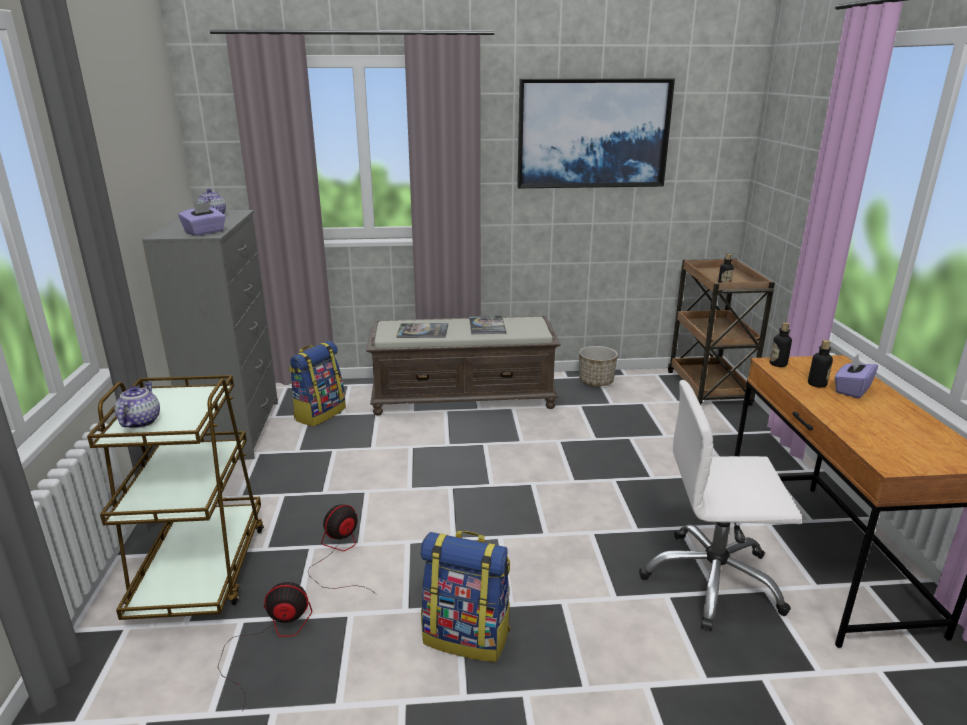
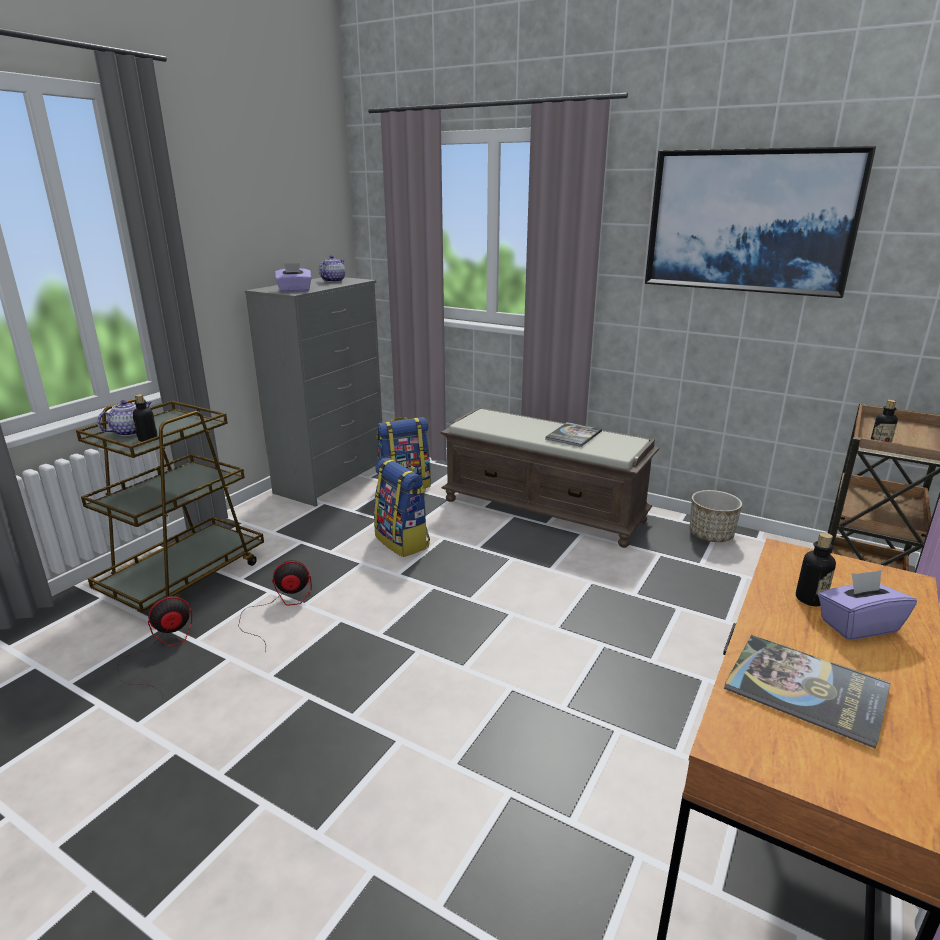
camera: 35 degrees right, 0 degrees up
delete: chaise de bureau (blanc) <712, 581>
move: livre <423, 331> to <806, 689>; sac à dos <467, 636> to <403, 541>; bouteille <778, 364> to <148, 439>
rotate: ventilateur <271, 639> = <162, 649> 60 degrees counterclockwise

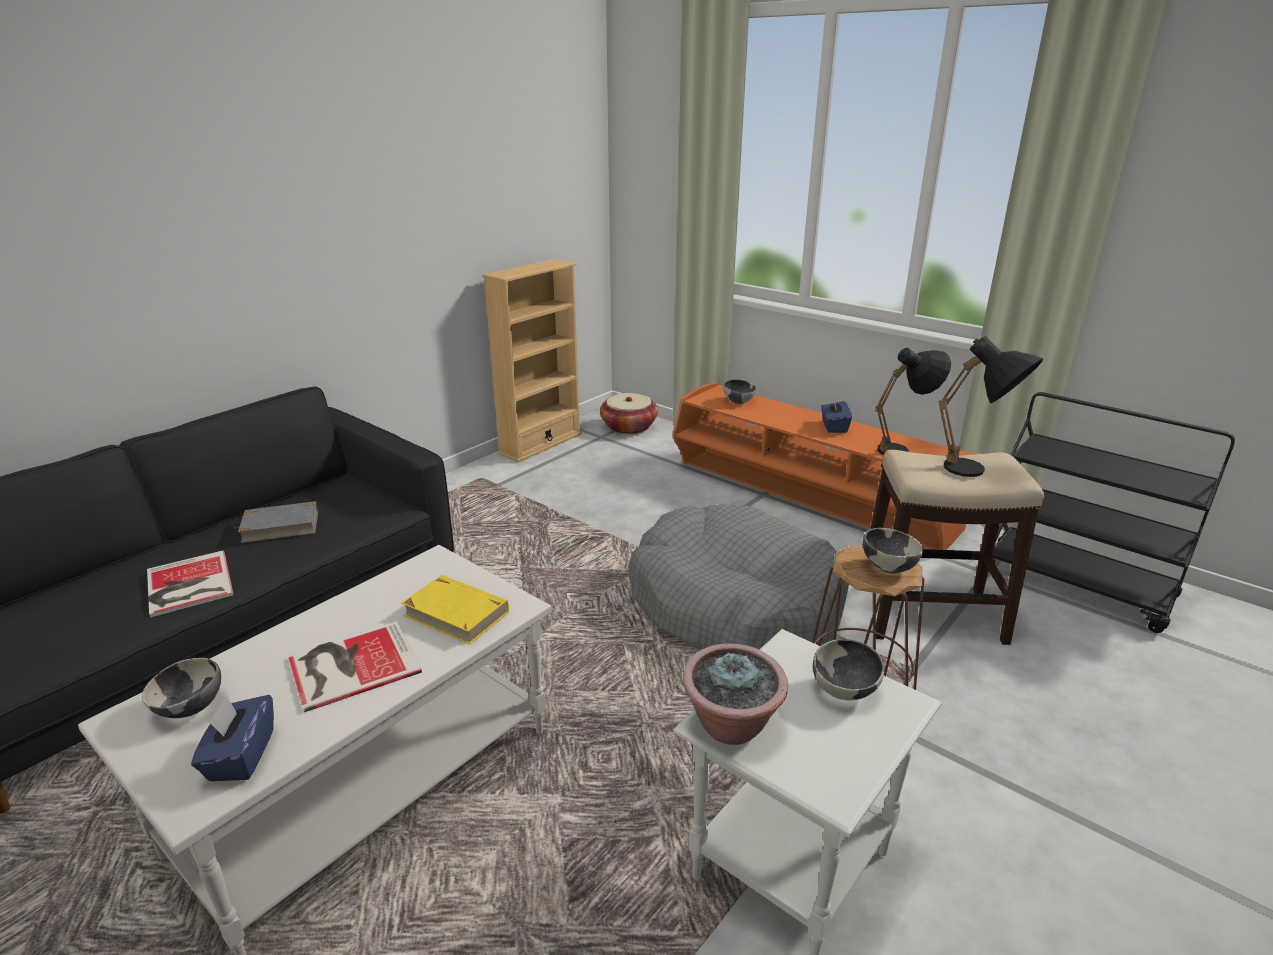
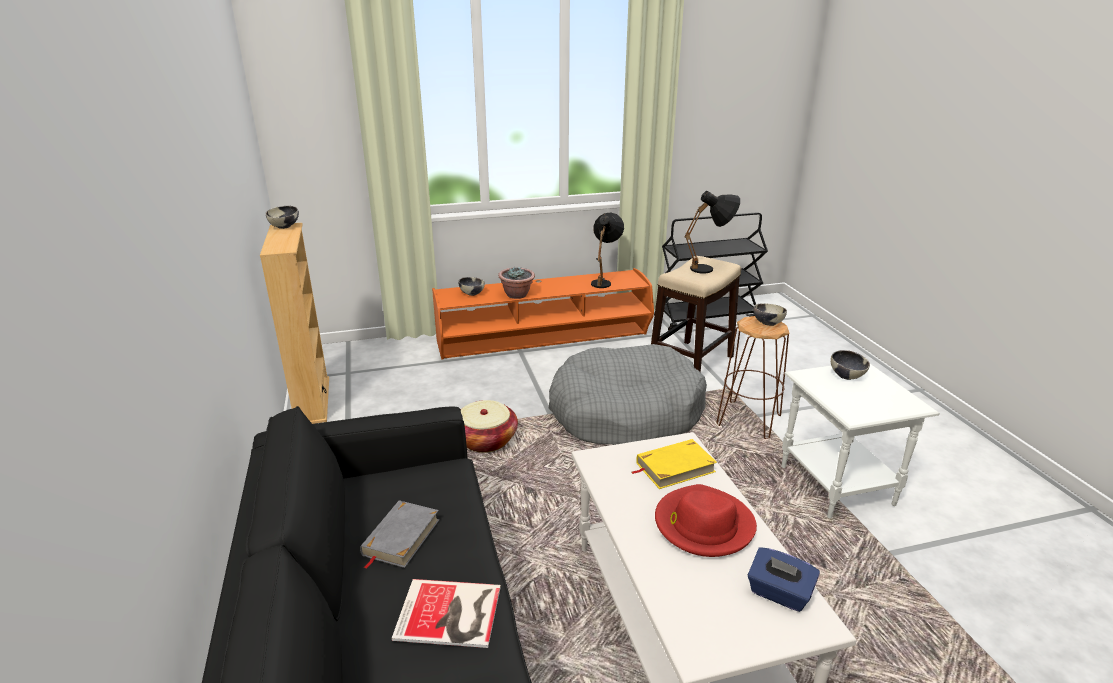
camera: 55 degrees left, 0 degrees up
delete: boîte à mouchoirs (bleu) <834, 427>
move: bol <191, 708> to <285, 227>; panier <628, 427> to <485, 440>; plante en pot <732, 726> to <517, 295>
replace: livre <350, 665> to chapeau (rouge) <703, 525>

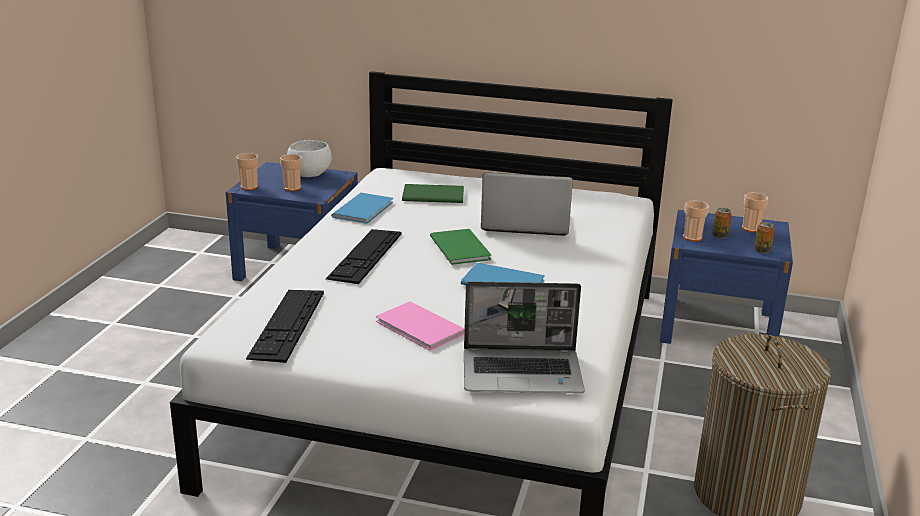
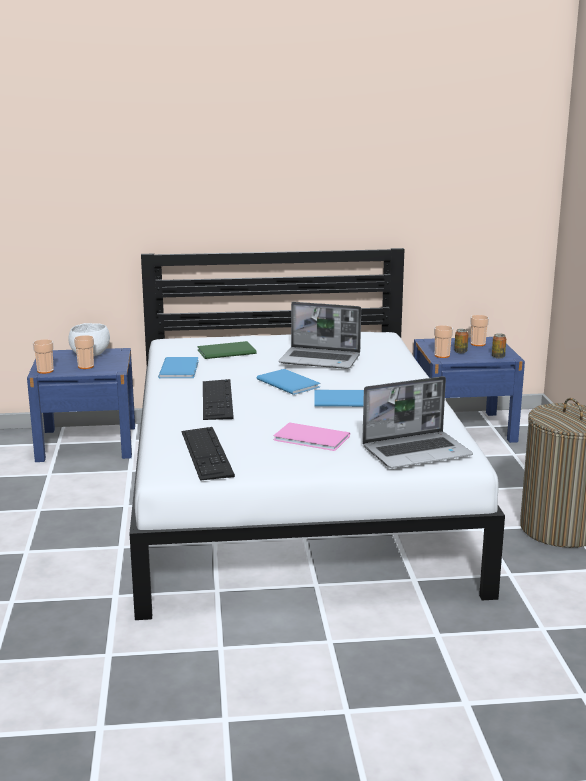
camera: 20 degrees left, 5 degrees down
recolor: livre (vert) <461, 247> to livre (bleu) <288, 382>
rotate: ordinateur portable <524, 223> = <321, 360> 150 degrees counterclockwise

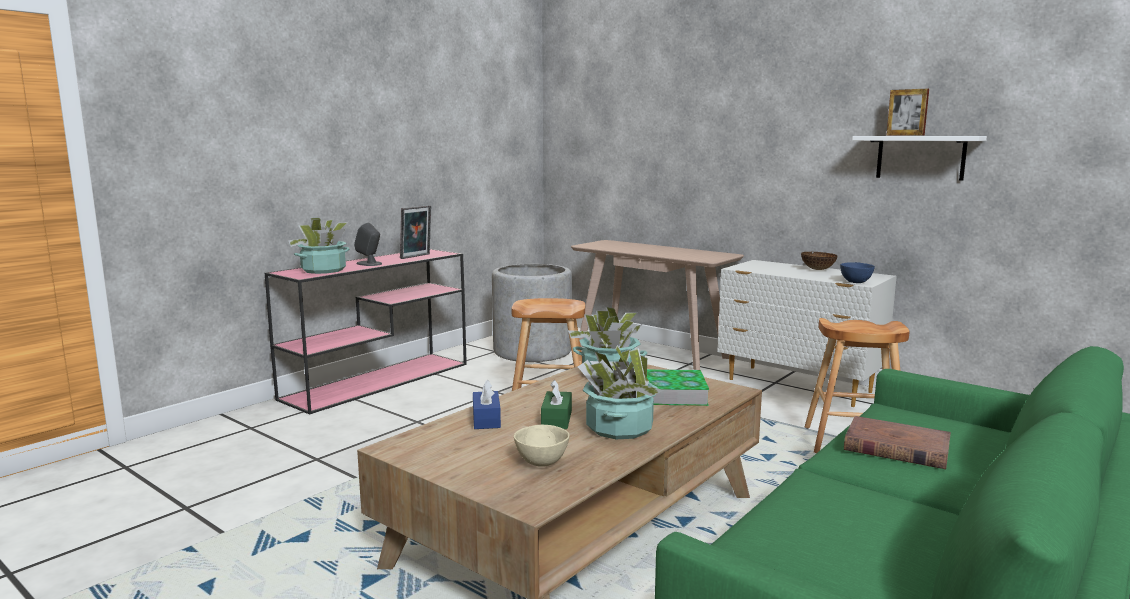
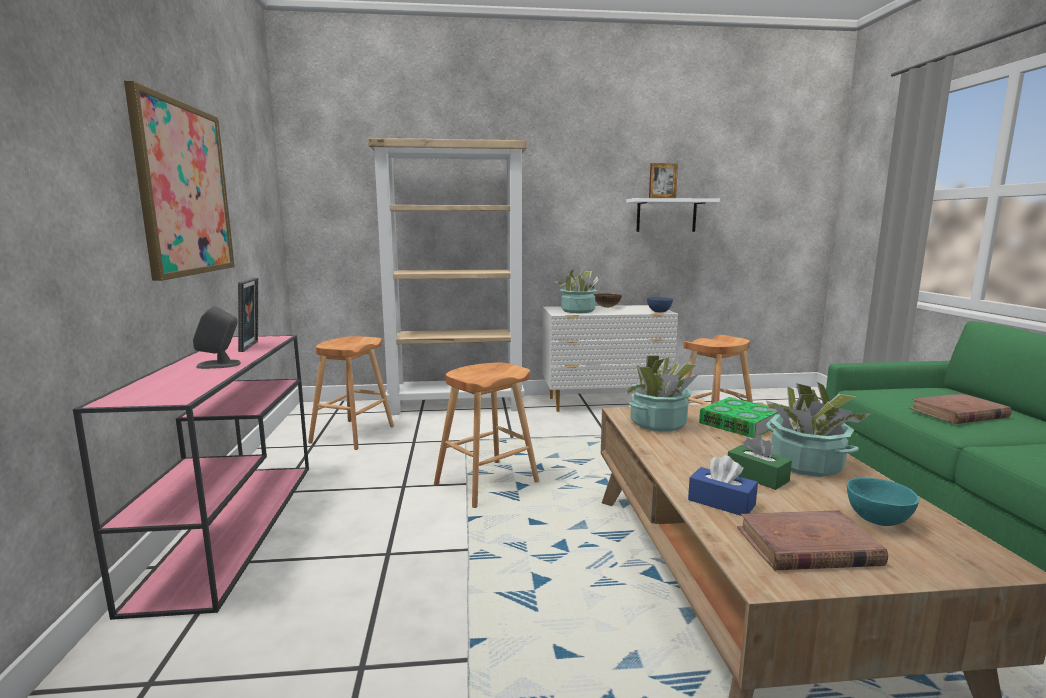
camera: 45 degrees left, 0 degrees up
insert: tableau <184, 190>; livre (marron) <807, 547>
move: plante en pot <323, 270> to <577, 311>
replace: cache-pot (gris) <532, 351> to tabouret (marron) <352, 434>; table console (beige) <651, 352> to bibliothèque (beige) <457, 405>
recolor: bol (beige) <541, 463> to bol (turquoise) <878, 521>

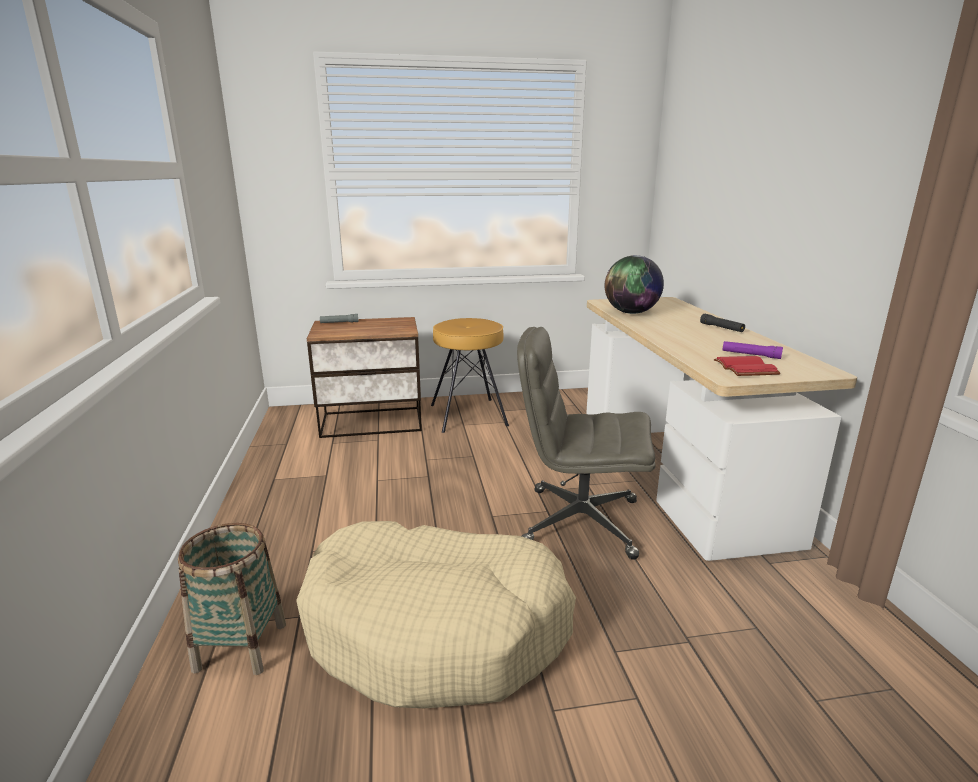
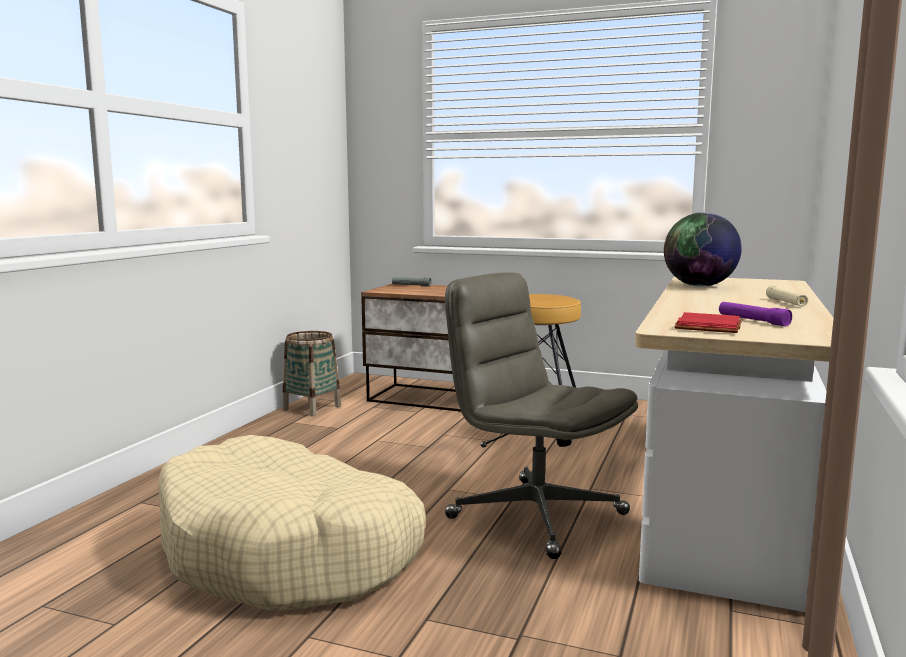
camera: 30 degrees right, 10 degrees down
move: panier <241, 646> to <312, 408>
recolor: lampe de poche (noir) <721, 328> to lampe de poche (beige) <786, 303>

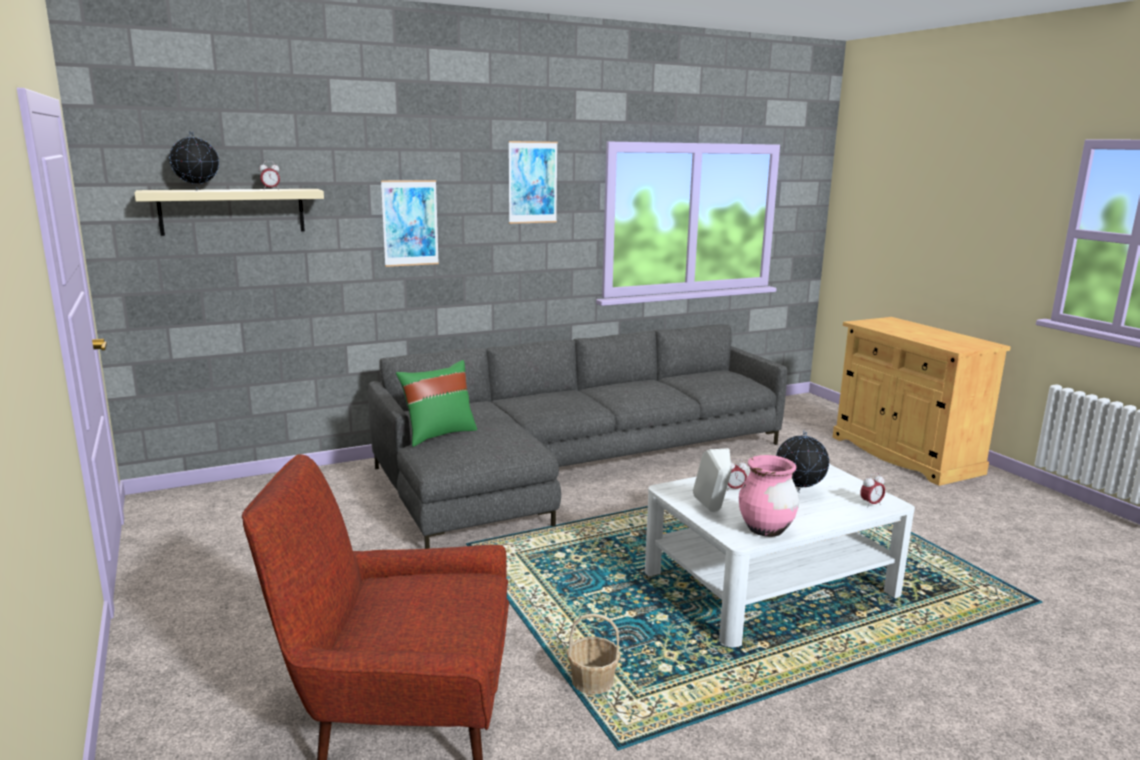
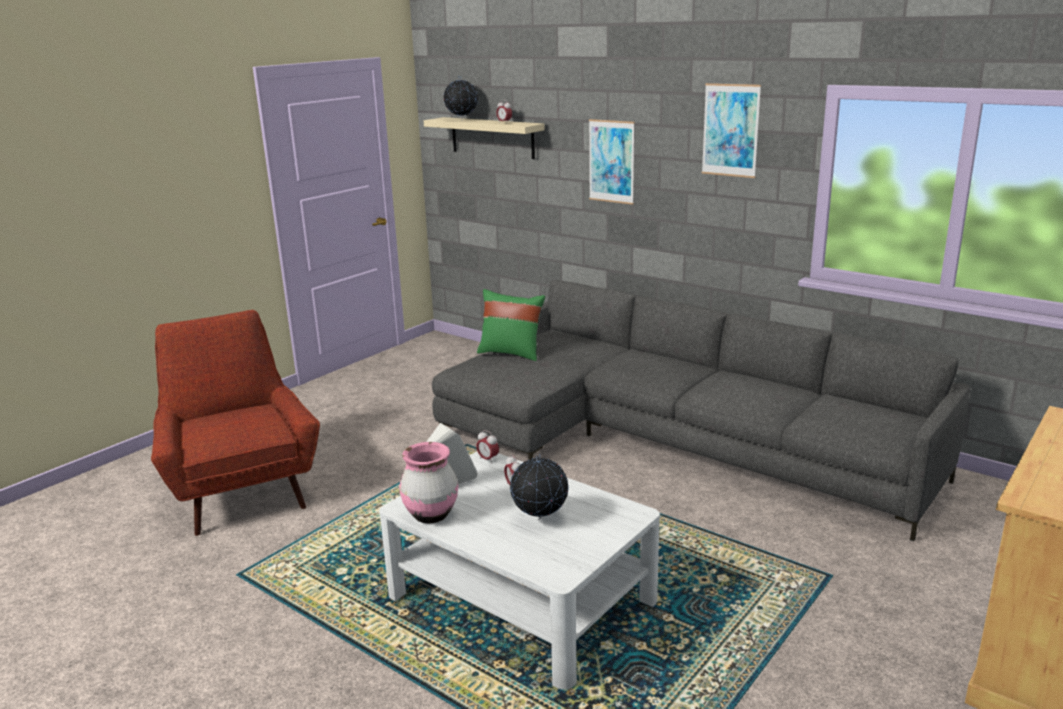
camera: 65 degrees right, 5 degrees up
delete: panier <592, 682>
move: réveil <871, 504> to <488, 459>

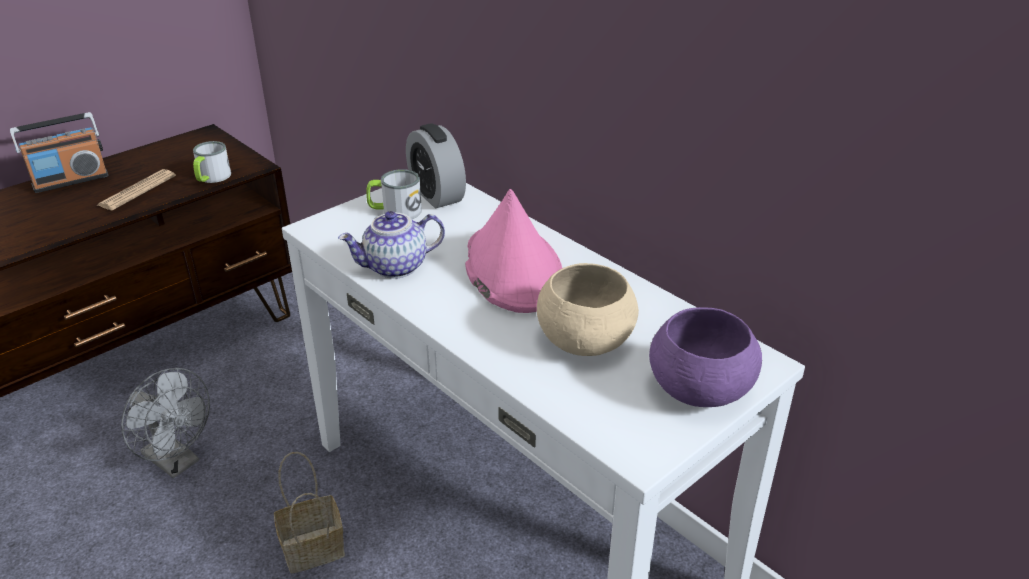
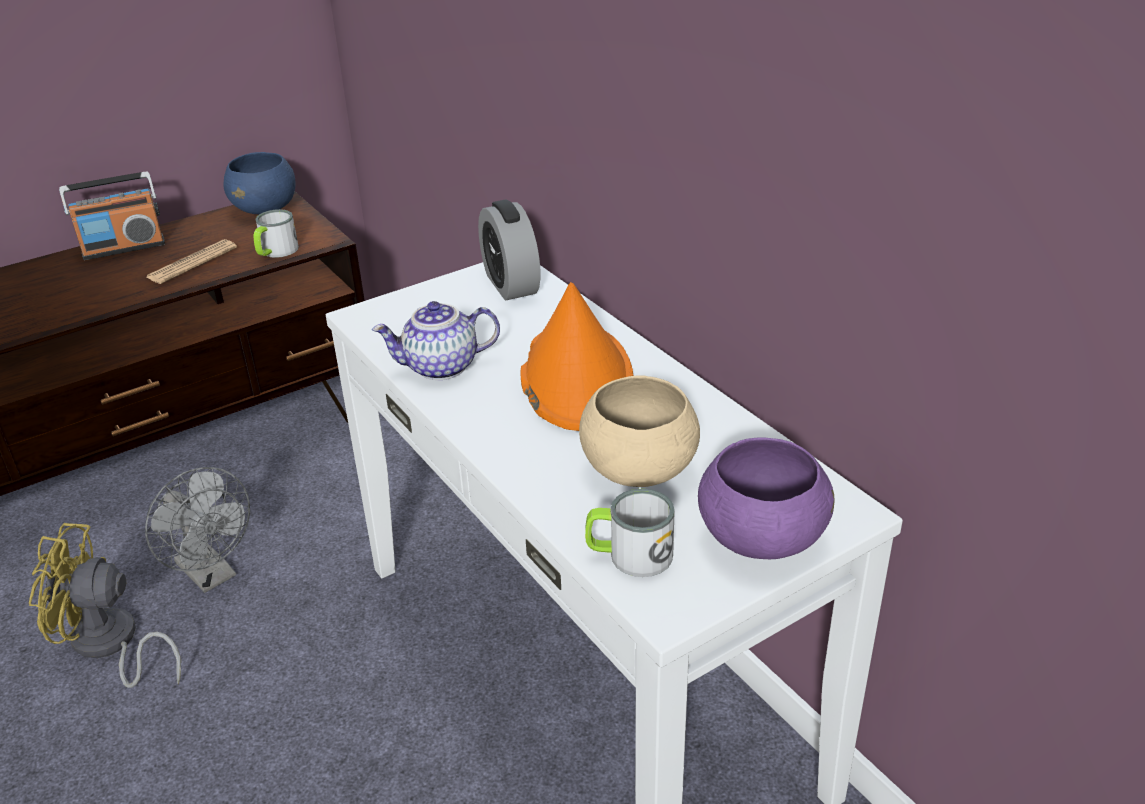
camera: 10 degrees right, 0 degrees up
delete: panier <311, 550>
insert: ventilateur (jaune) <110, 646>; bol (bleu) <266, 209>
move: mug <395, 211> to <629, 555>
recolor: chapeau (rose) <512, 269> to chapeau (orange) <575, 377>

